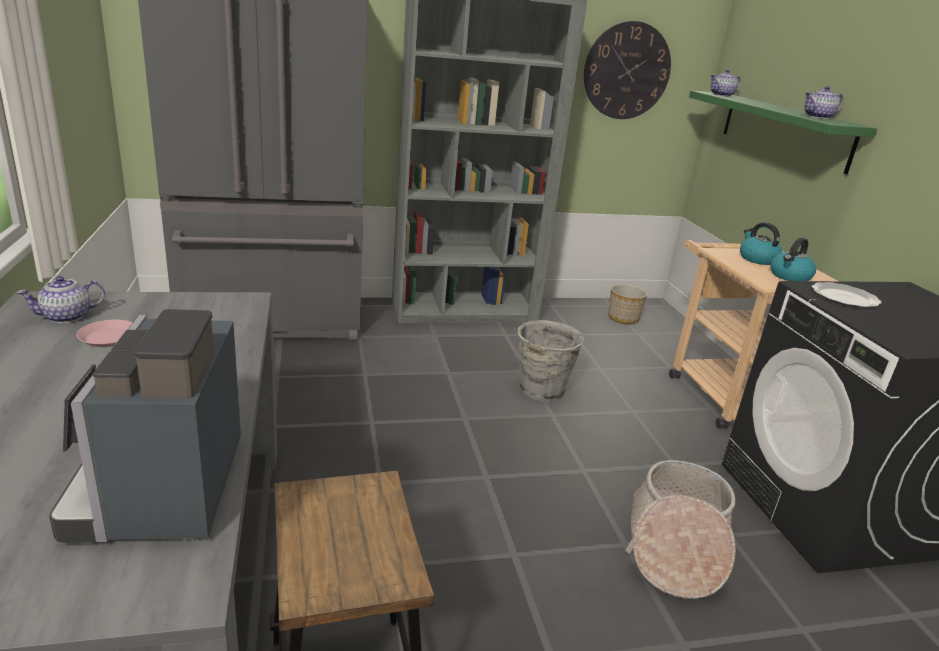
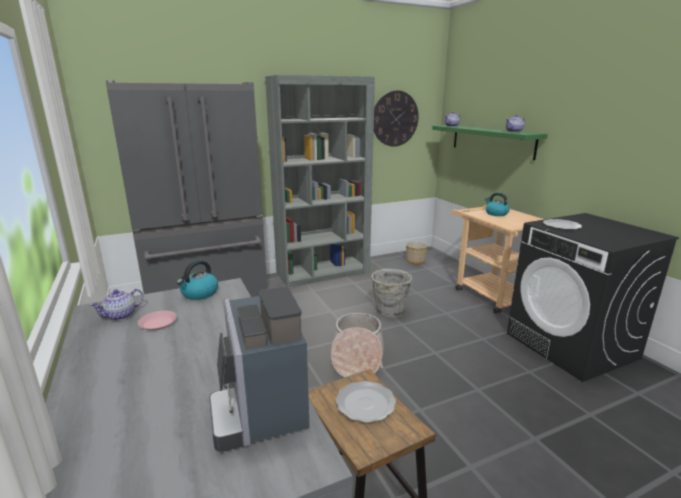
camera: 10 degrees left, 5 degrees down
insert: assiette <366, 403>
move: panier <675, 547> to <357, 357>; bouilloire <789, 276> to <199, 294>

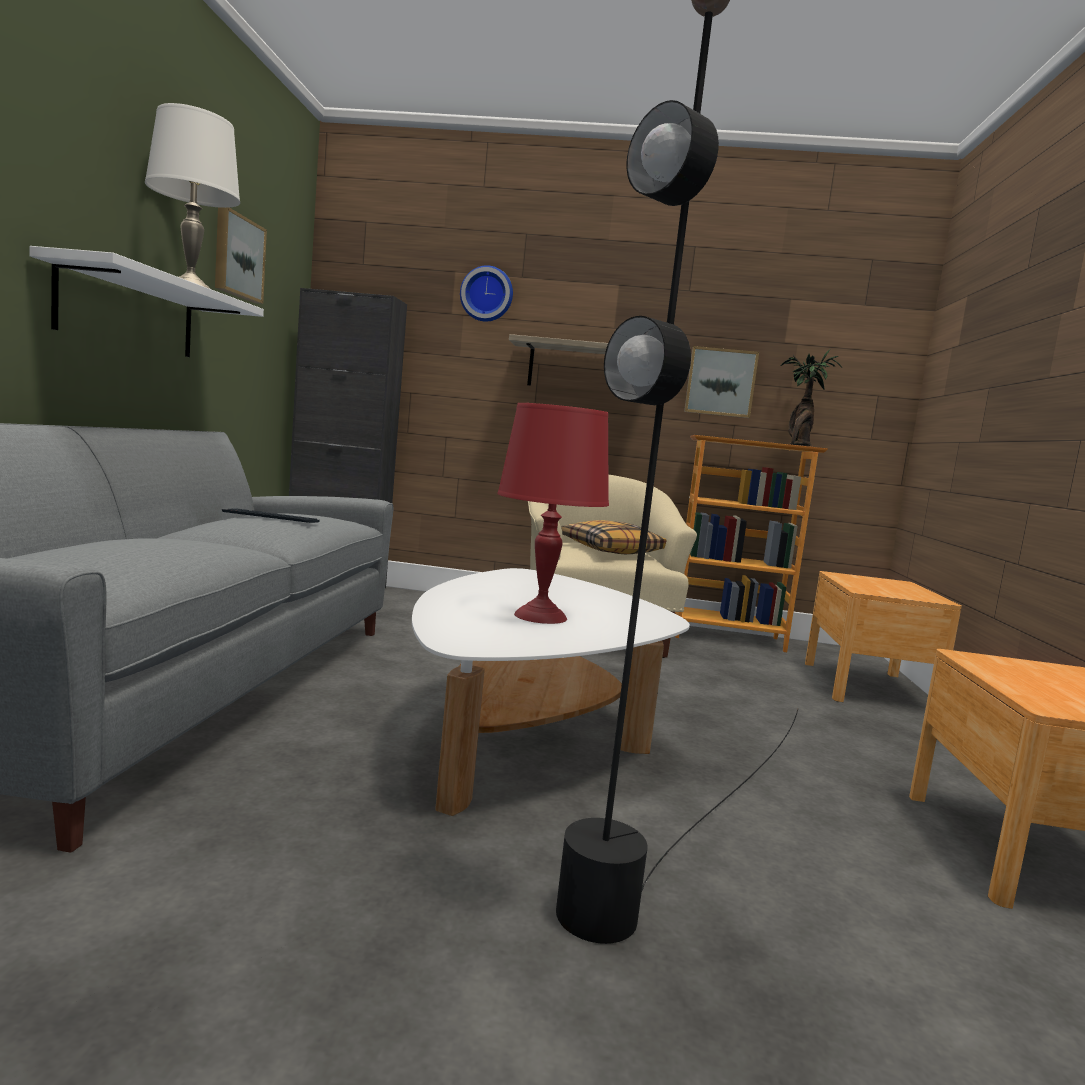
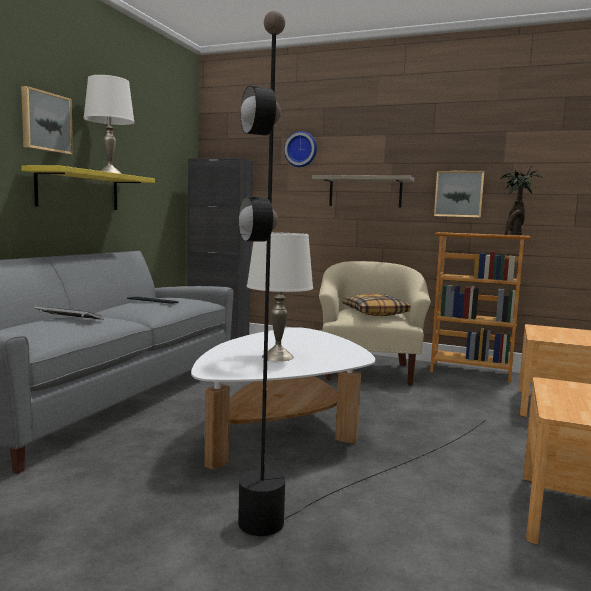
camera: 15 degrees right, 0 degrees up
insert: clavier <68, 318>
move: tableau <237, 257> to <45, 122>
recolor: étagère (blanc) <129, 312> to étagère (jaune) <78, 190>; lampe de table (rouge) <540, 616> to lampe de table (blanc) <277, 357>

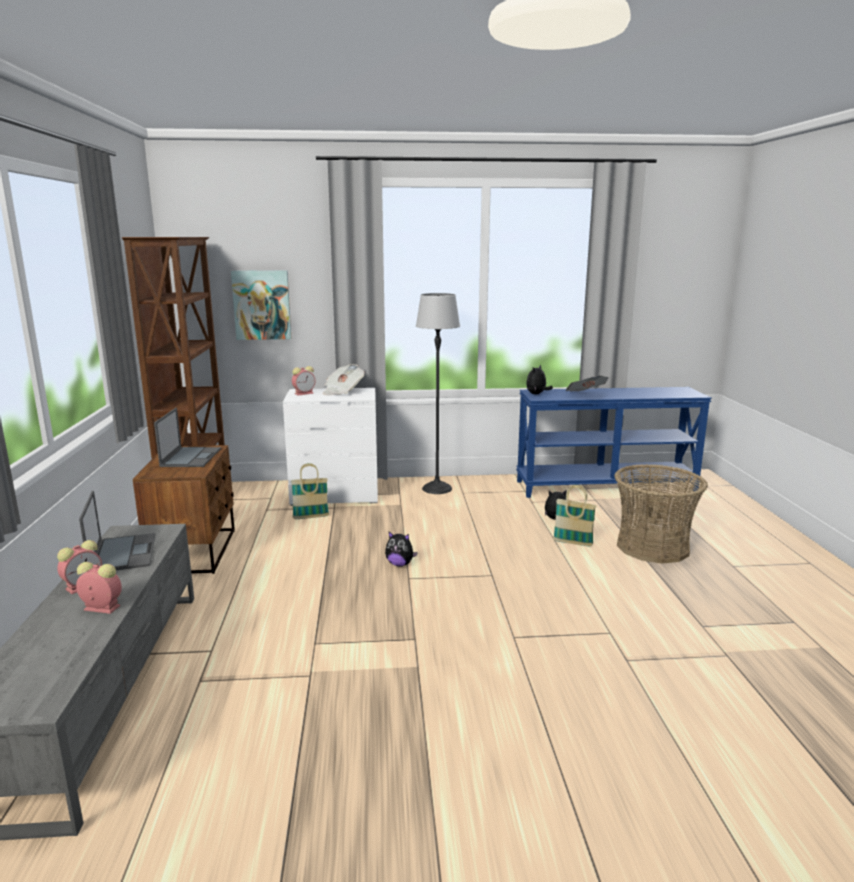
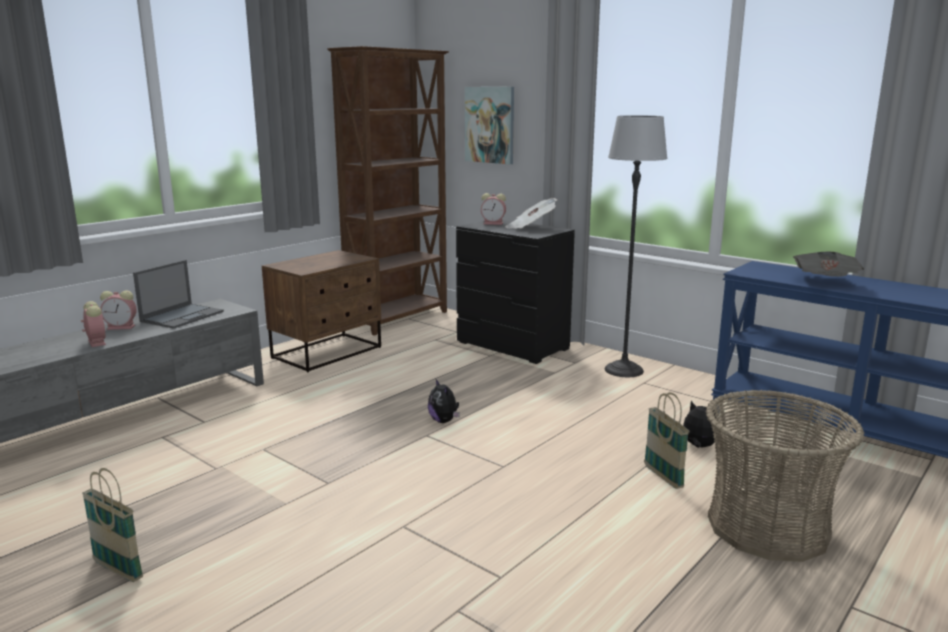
camera: 45 degrees right, 0 degrees up
delete: ordinateur portable <191, 457>; peluche <537, 394>
move: panier <311, 517> to <118, 570>
recolor: commode (blanc) <336, 495> to commode (noir) <513, 346>

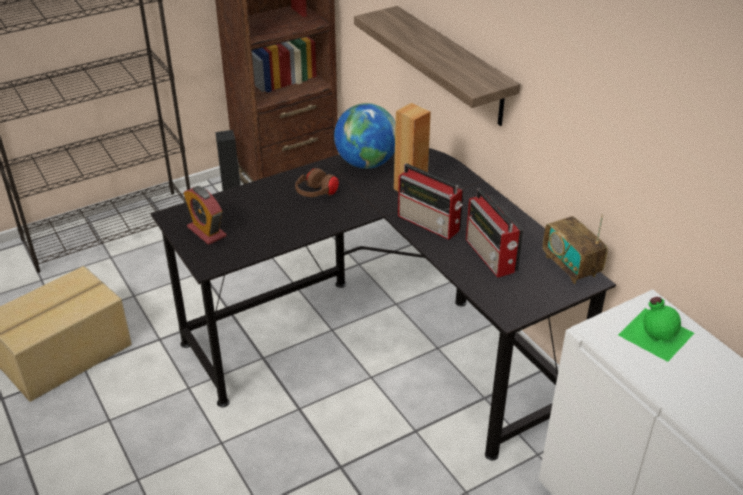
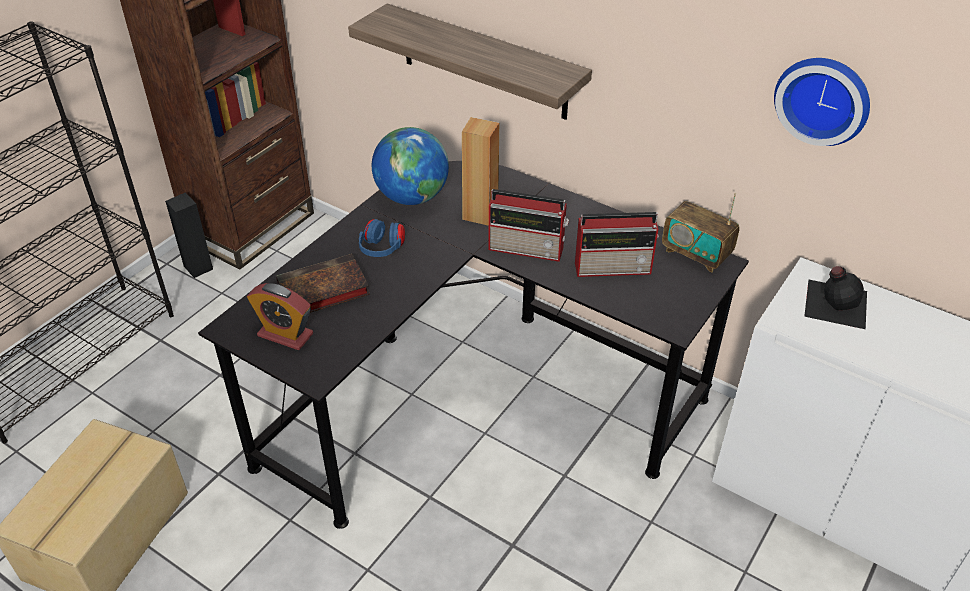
camera: 25 degrees left, 5 degrees up
insert: livre <321, 291>; horloge murale <823, 98>
recolor: casque audio (marron) <316, 194> to casque audio (bleu) <382, 250>; bouteille (vert) <655, 333> to bouteille (noir) <835, 302>
rotate: radio <491, 256> = <614, 267> 45 degrees counterclockwise

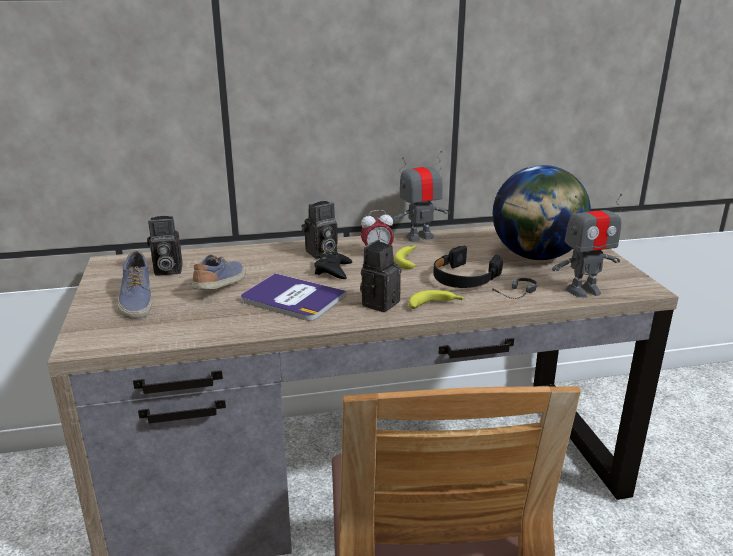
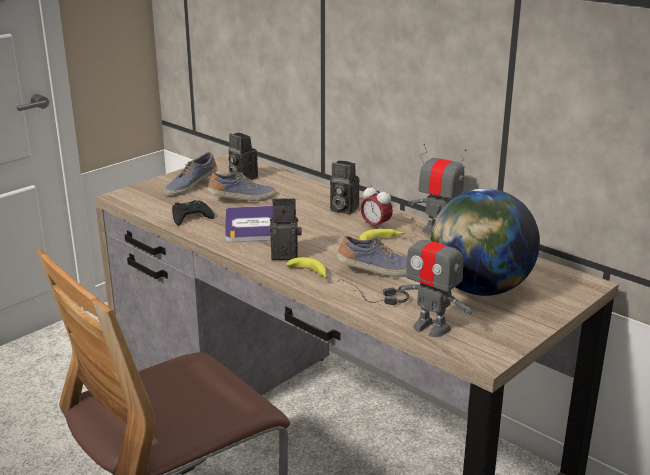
camera: 55 degrees right, 0 degrees up
move: manette (noir) <333, 270> to <191, 217>
replace: casque audio (noir) <464, 278> to chaussure <378, 271>

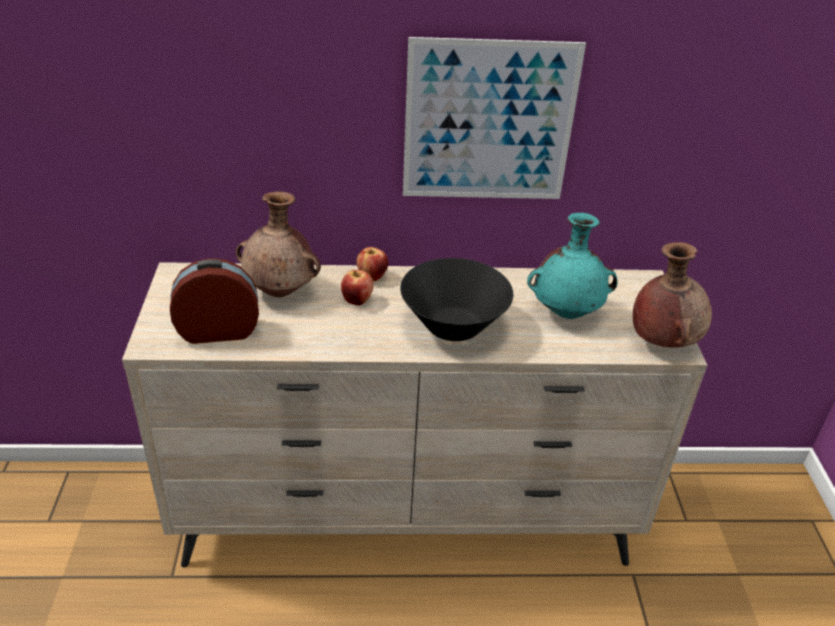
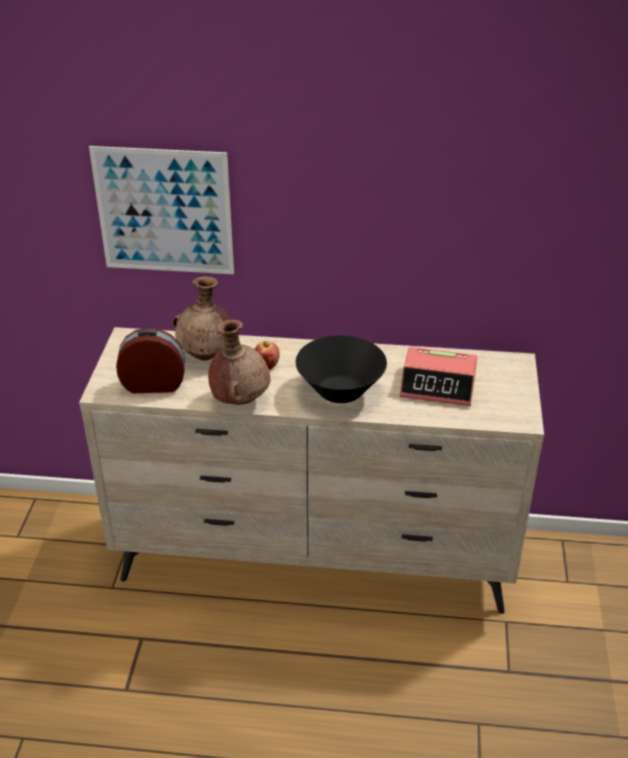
camera: 10 degrees right, 0 degrees up
delete: pomme <372, 277>
move: tableau <488, 122> to <164, 211>; vase (marron) <662, 341> to <240, 399>
replace: vase (turquoise) <567, 312> to réveil <438, 385>

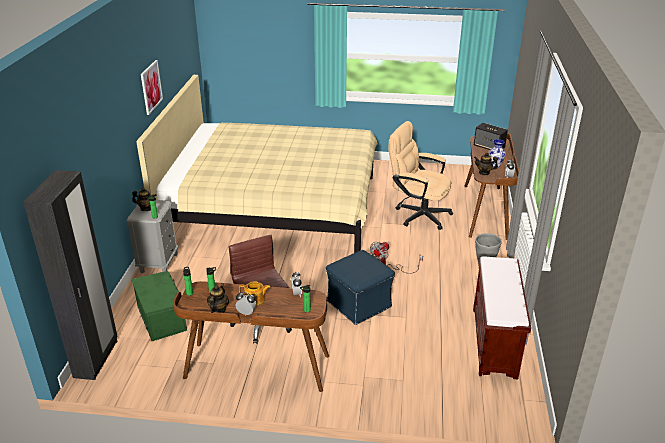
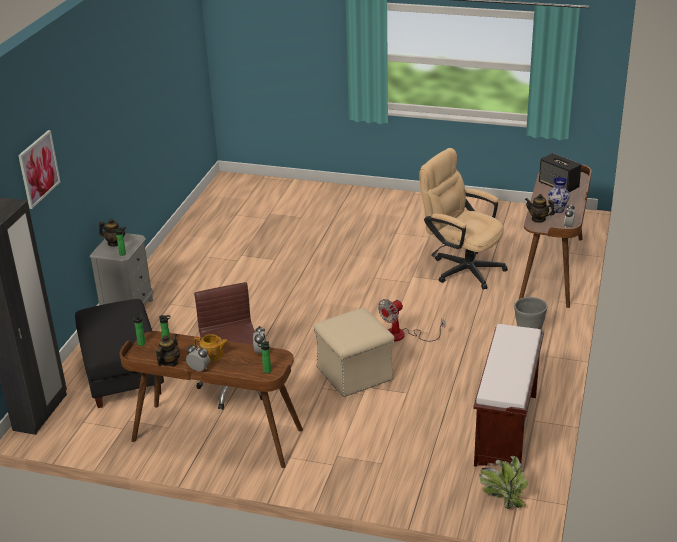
camera: 10 degrees right, 0 degrees up
delete: lit (beige) <273, 208>
insert: plante en pot <502, 496>
move: tableau <151, 87> to <38, 169>
replace: boîte de rangement (vert) <162, 318> to pouf (noir) <121, 373>
recolor: pouf (bleu) <359, 304> to pouf (beige) <355, 374>

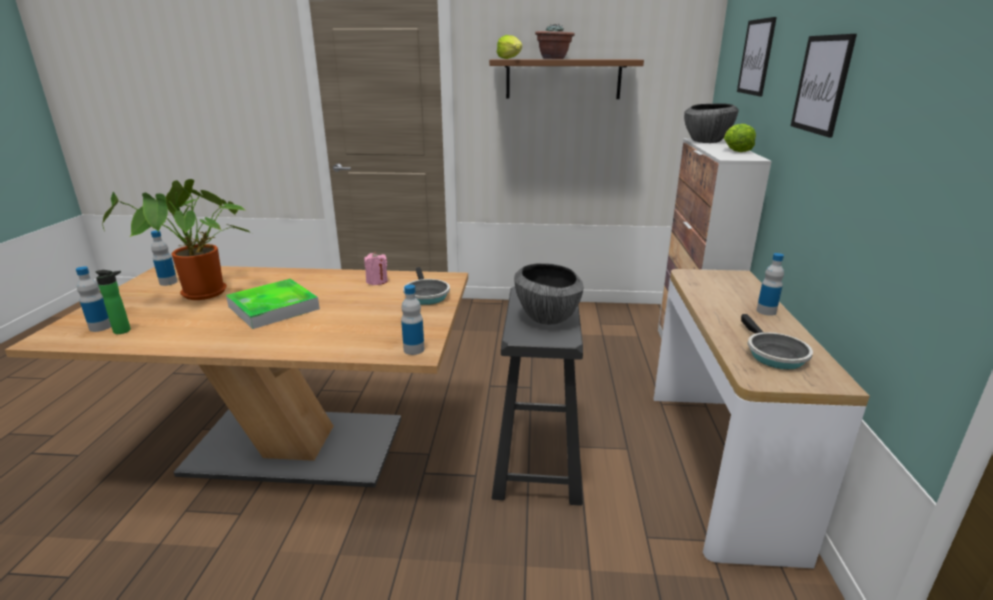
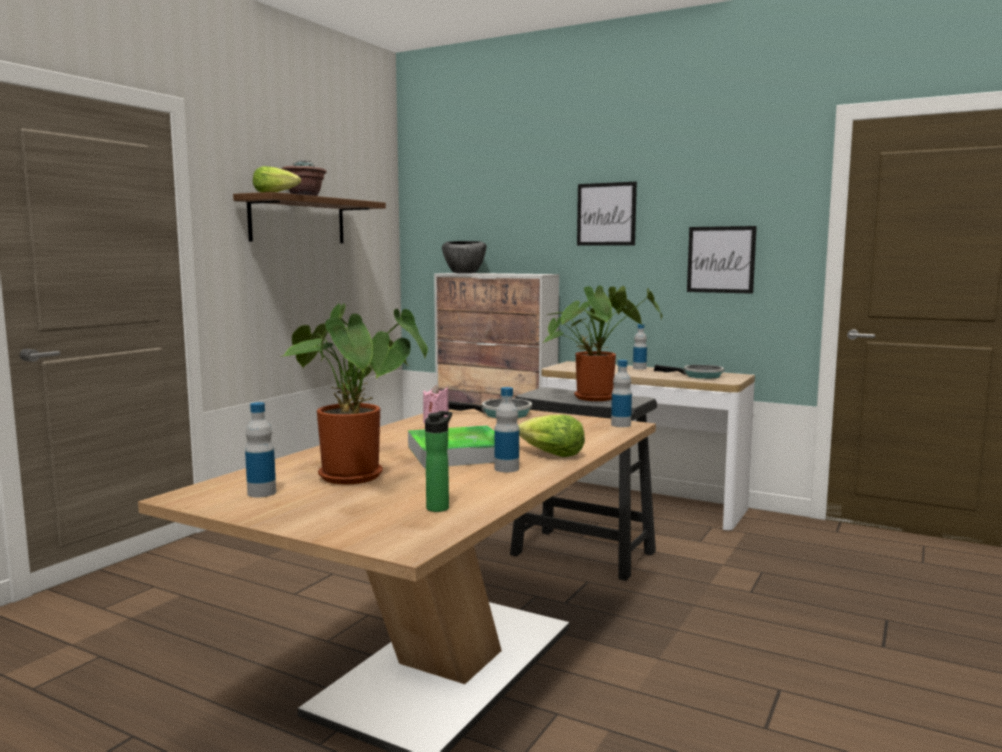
camera: 65 degrees left, 15 degrees down
move: bouteille <100, 327> to <506, 469>; laitue <735, 150> to <550, 454>; tableau <756, 57> to <721, 259>
replace: bol <547, 318> to plante en pot <597, 397>

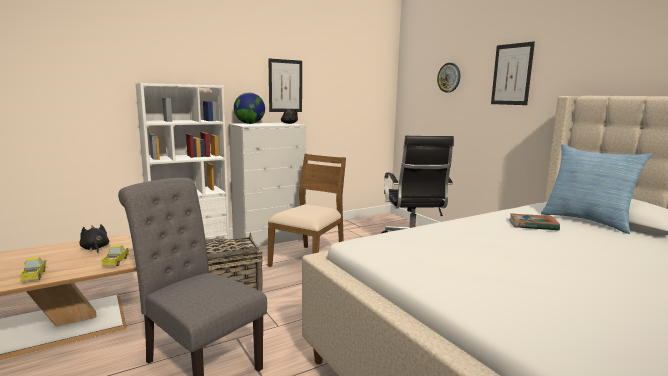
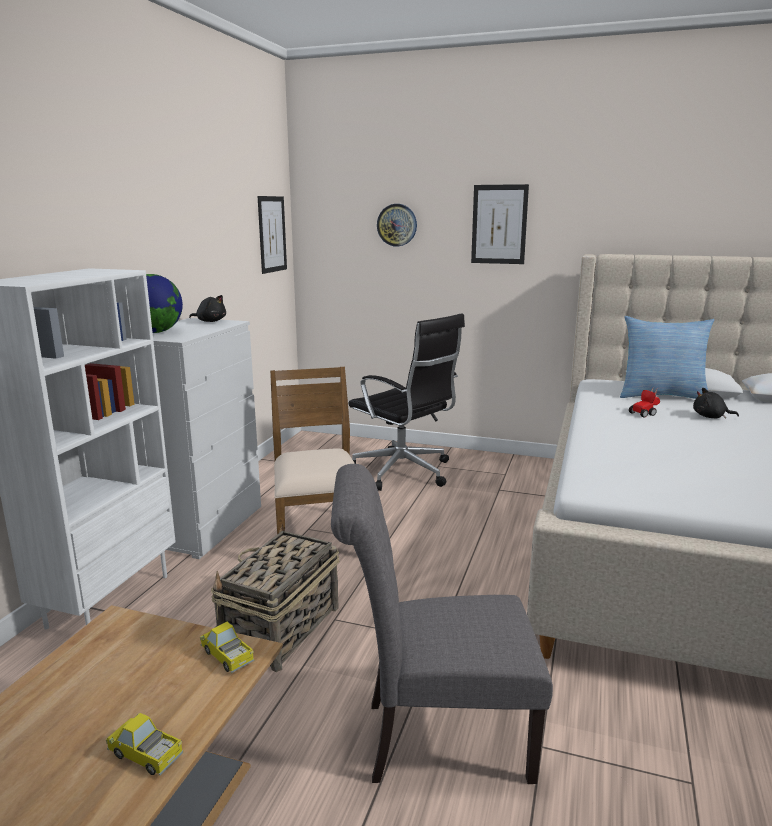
camera: 40 degrees left, 5 degrees up
move: peluche (noir) <95, 248> to <711, 417>; tableau <285, 86> to <272, 234>
replace: livre <533, 225> to petite voiture <645, 413>

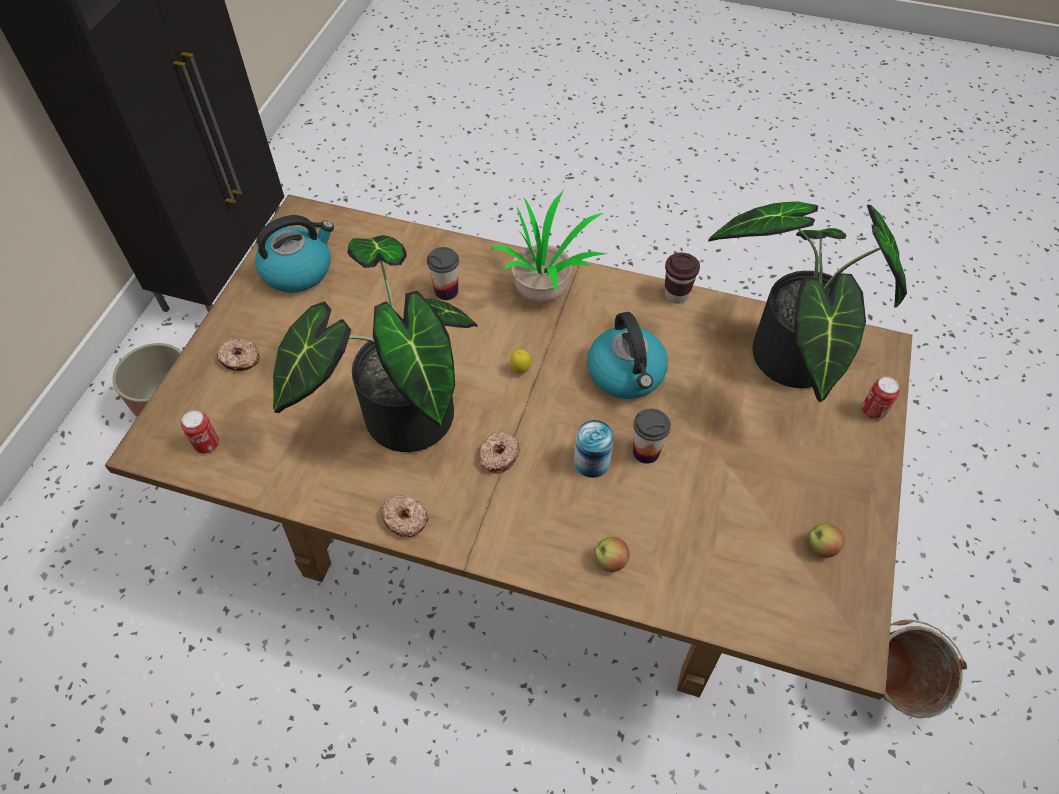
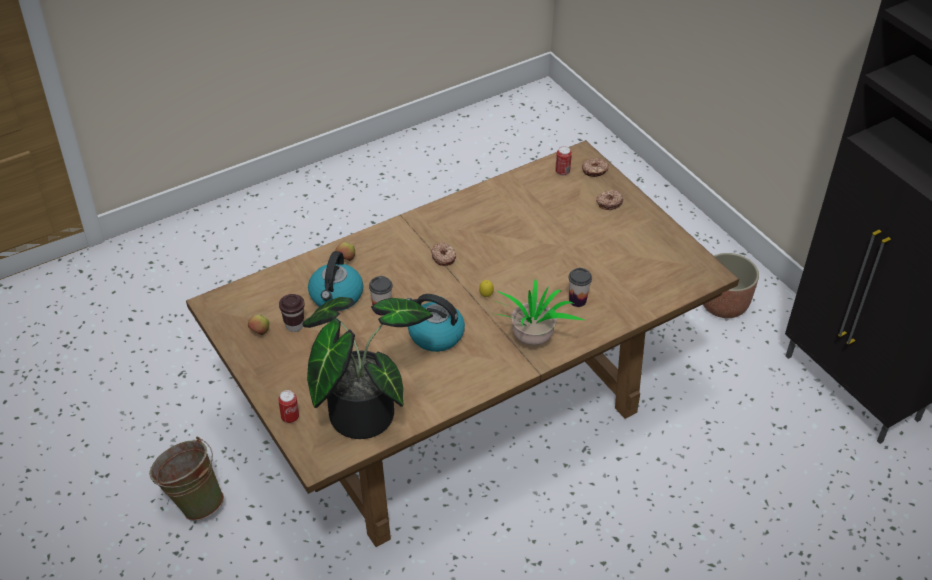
camera: 130 degrees right, 10 degrees down
delete: plante en pot <398, 415>; boîte métallique <592, 461>
move: bouilloire <298, 270> to <336, 296>; beignet <405, 519> to <595, 171>; tasse (marron) <676, 295> to <294, 326>

